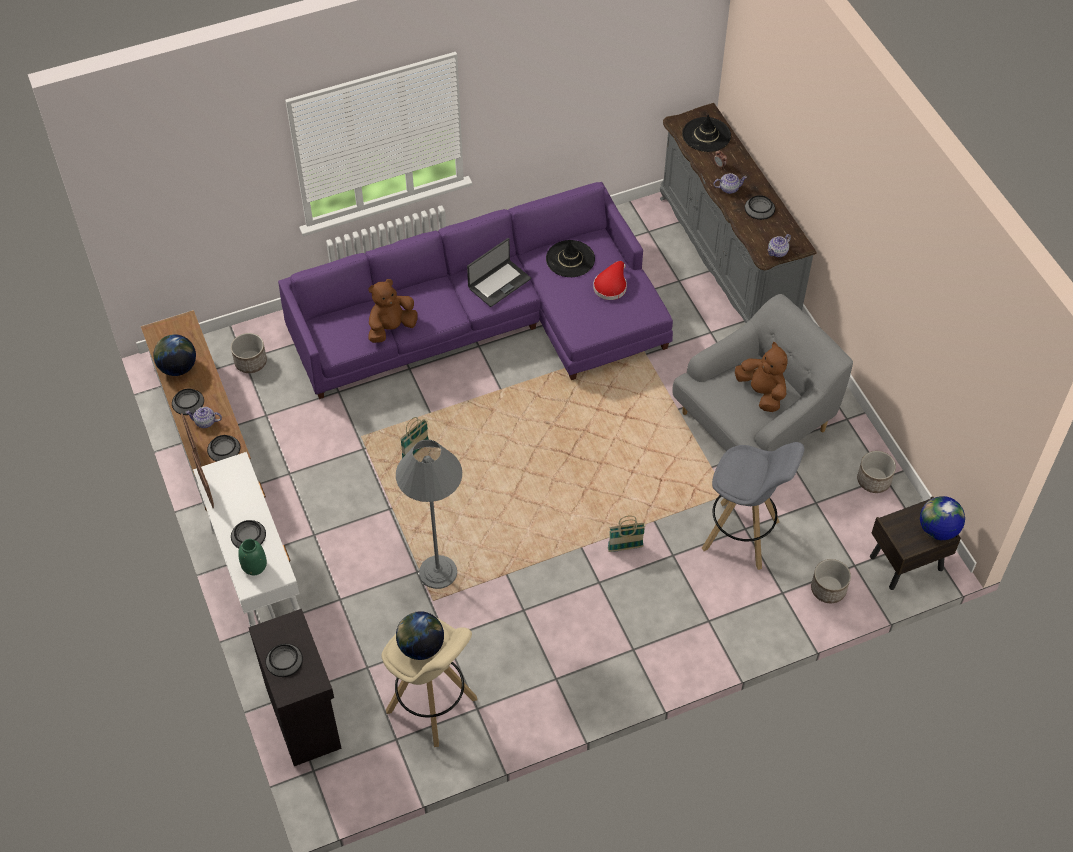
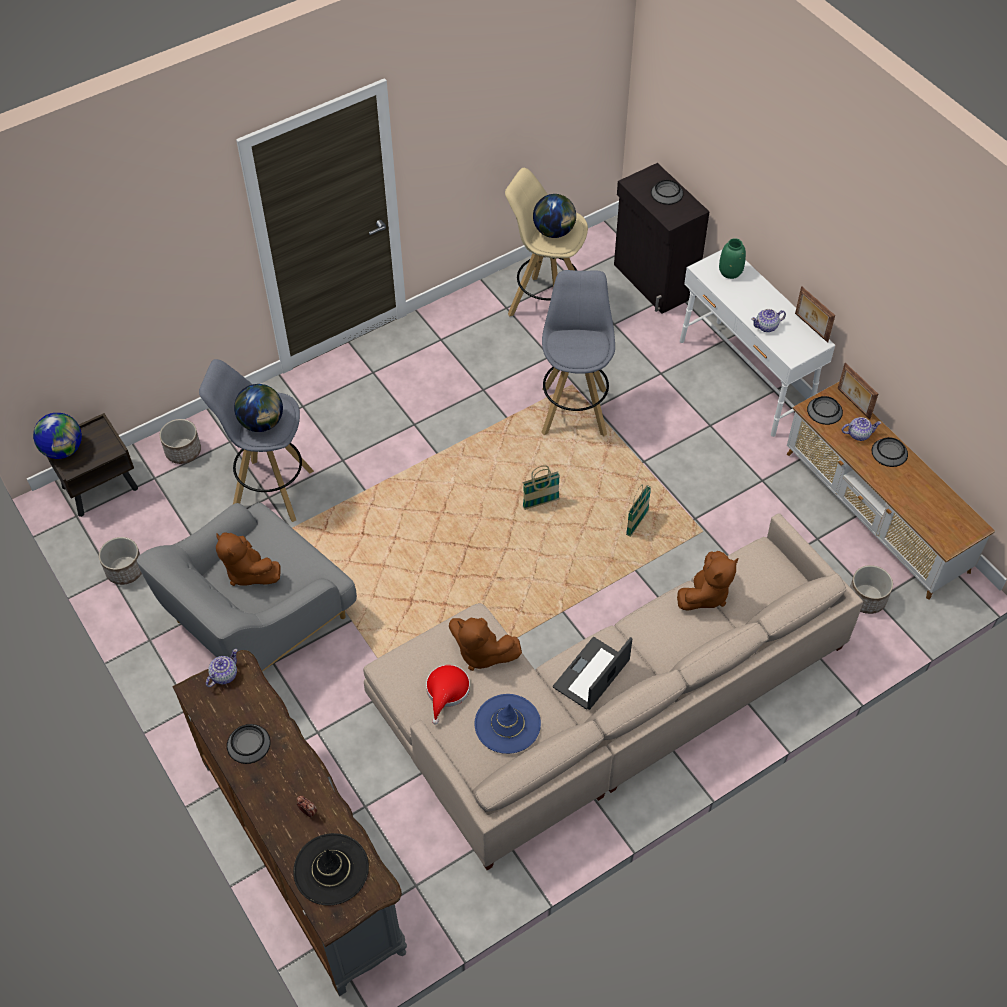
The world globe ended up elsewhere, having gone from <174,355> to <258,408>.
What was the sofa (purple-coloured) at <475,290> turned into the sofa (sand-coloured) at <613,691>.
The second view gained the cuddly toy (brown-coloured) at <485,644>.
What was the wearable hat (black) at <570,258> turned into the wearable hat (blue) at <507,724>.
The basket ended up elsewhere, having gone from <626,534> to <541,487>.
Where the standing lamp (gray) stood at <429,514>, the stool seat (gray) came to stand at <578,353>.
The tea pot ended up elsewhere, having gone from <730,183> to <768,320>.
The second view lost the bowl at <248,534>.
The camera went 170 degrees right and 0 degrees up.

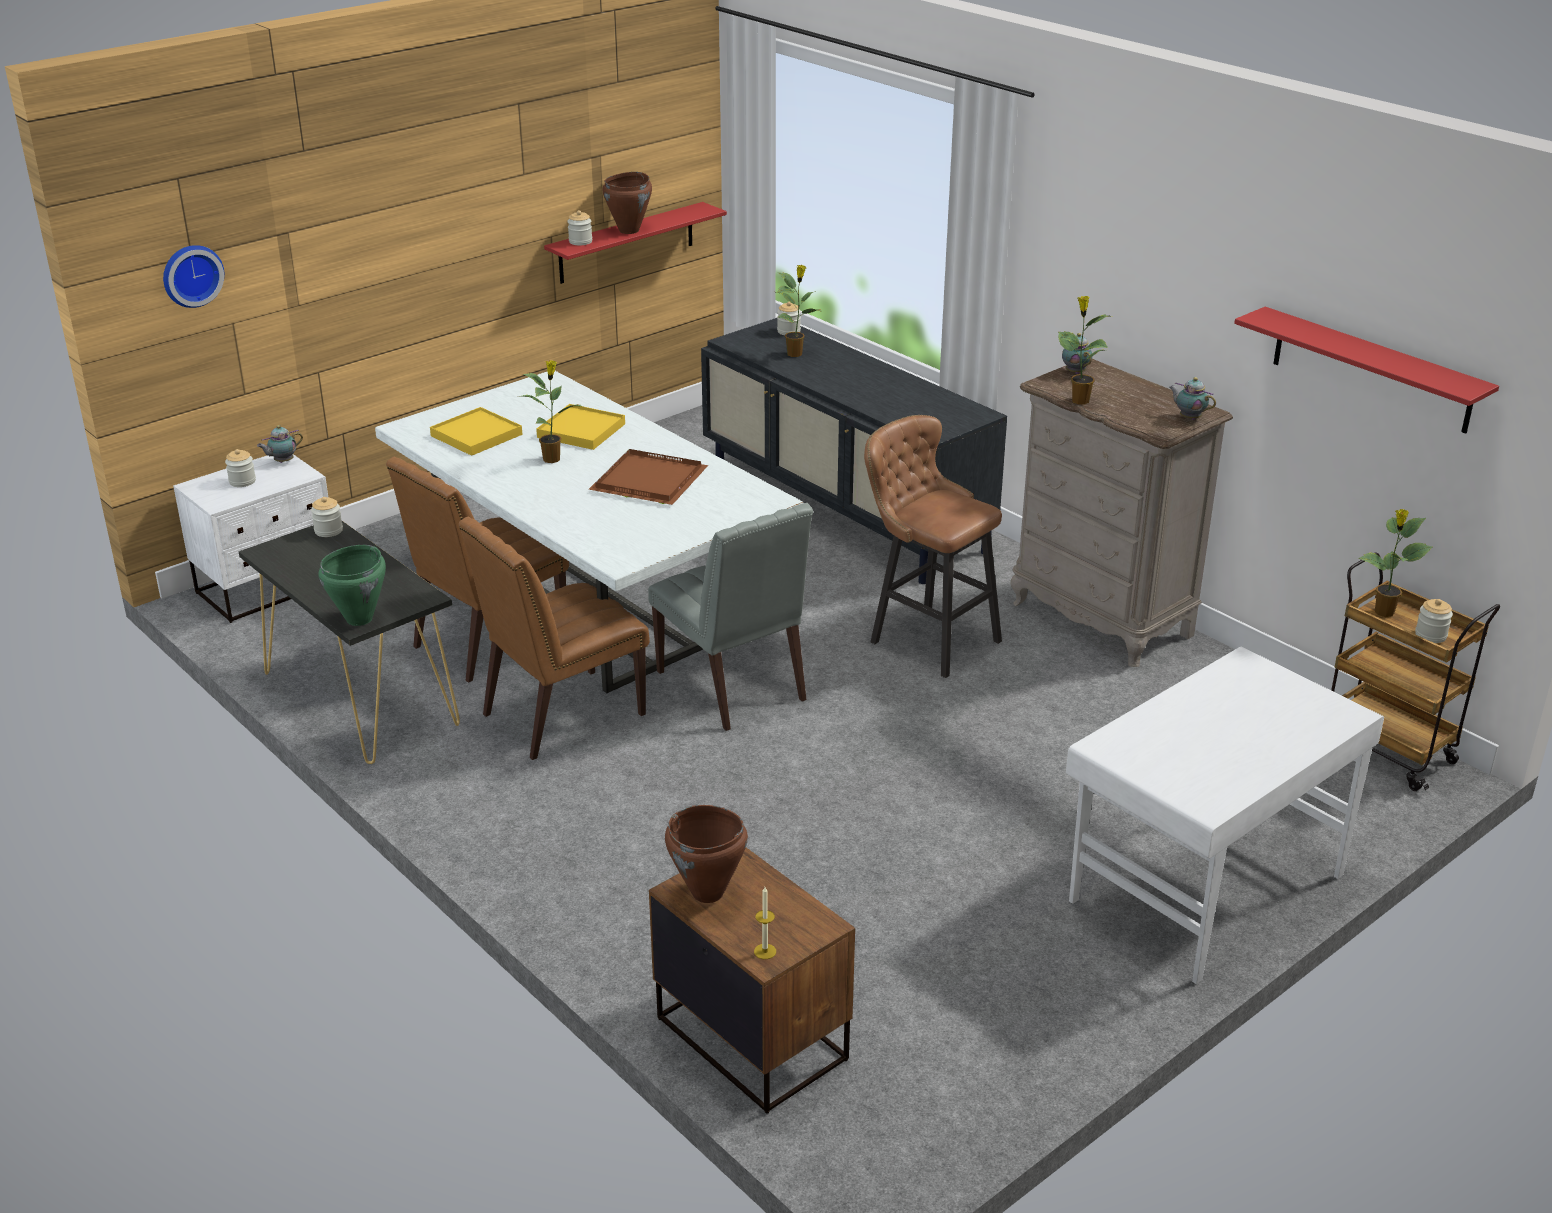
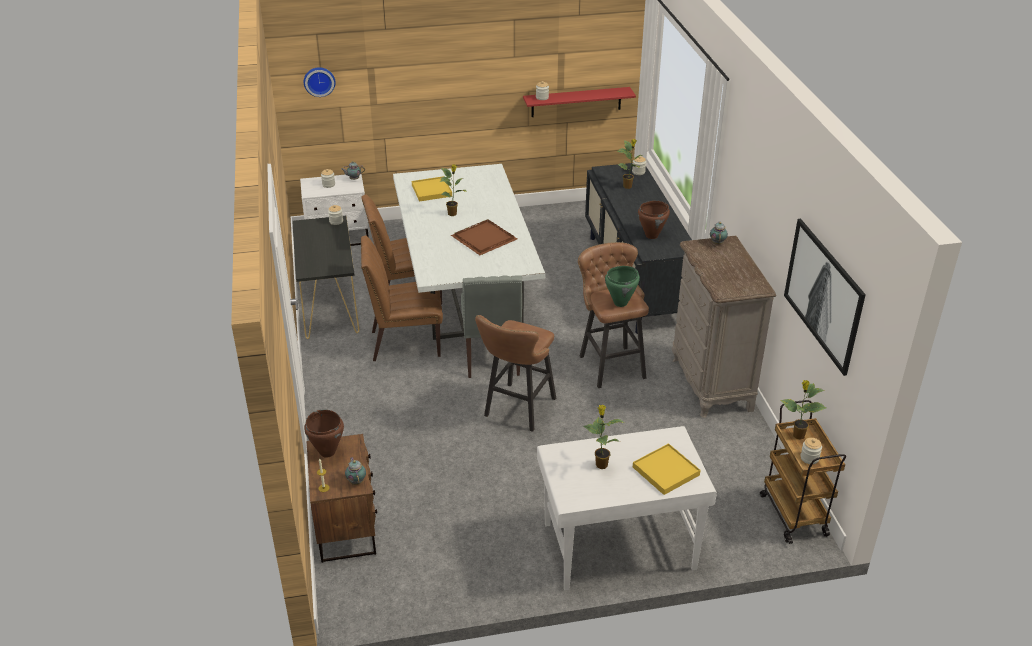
The tea pot ended up elsewhere, having gone from <1192,398> to <355,471>.
The second view gained the stool seat (brown-coloured) at <515,373>.
The plant in a pot ended up elsewhere, having gone from <1085,350> to <604,437>.
The cooking pot (green-coloured) ended up elsewhere, having gone from <352,585> to <622,286>.
The serving tray (yellow) ended up elsewhere, having gone from <580,427> to <667,469>.
The cooking pot (brown-coloured) ended up elsewhere, having gone from <627,203> to <654,220>.
Where the shelf (red) hung at <1366,370>, the wall art came to hang at <825,297>.
The camera went 30 degrees right and 5 degrees up.

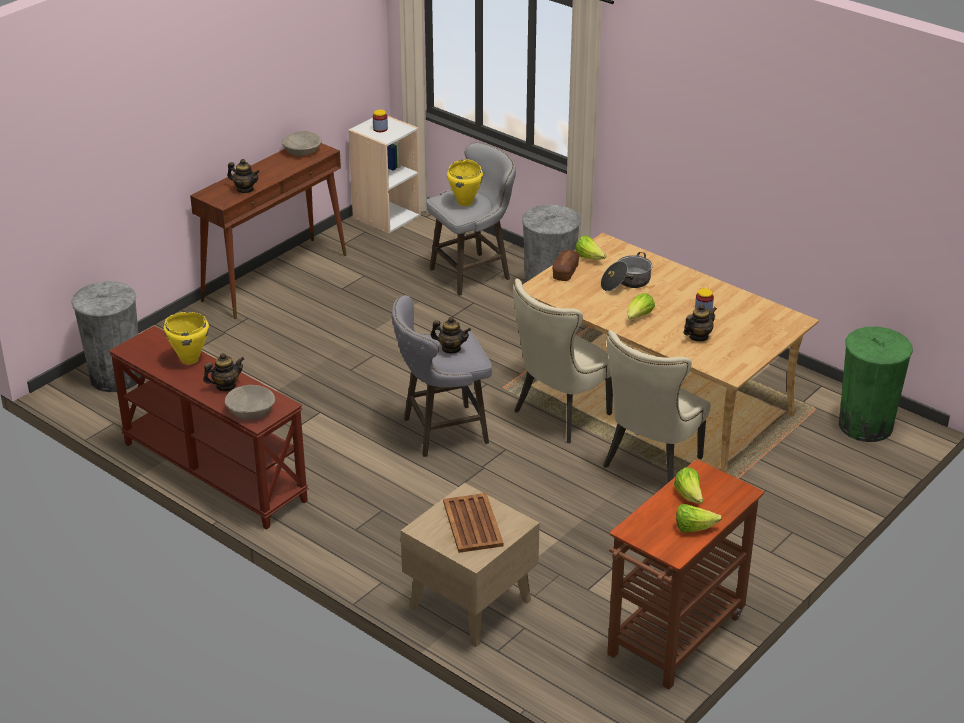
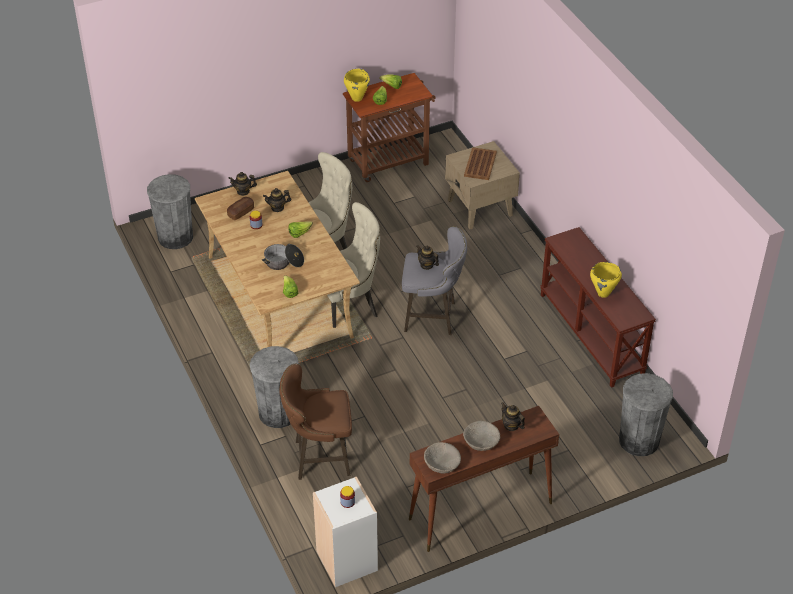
What was the rubbish bin (green-coloured) at <876,384> turned into the rubbish bin (gray) at <170,211>.
The bakery bread ended up elsewhere, having gone from <565,265> to <240,208>.
The tea pot ended up elsewhere, having gone from <223,372> to <242,184>.
What was the stool seat (gray) at <471,219> turned into the stool seat (brown-coloured) at <315,422>.
The cooking pot (yellow) ended up elsewhere, having gone from <465,182> to <357,85>.
The bowl (sand-coloured) ended up elsewhere, having gone from <250,402> to <481,436>.
The camera went 155 degrees left and 10 degrees up.

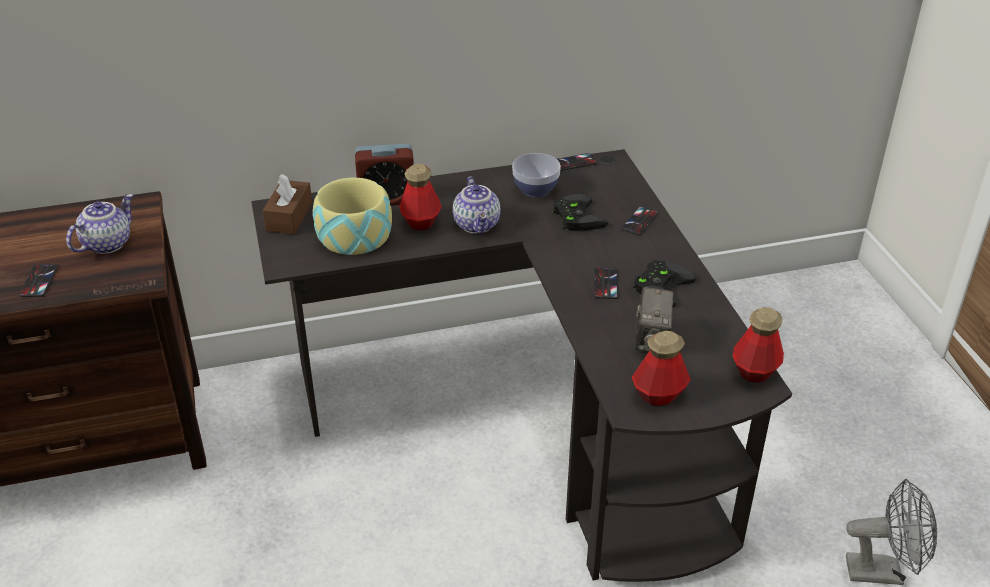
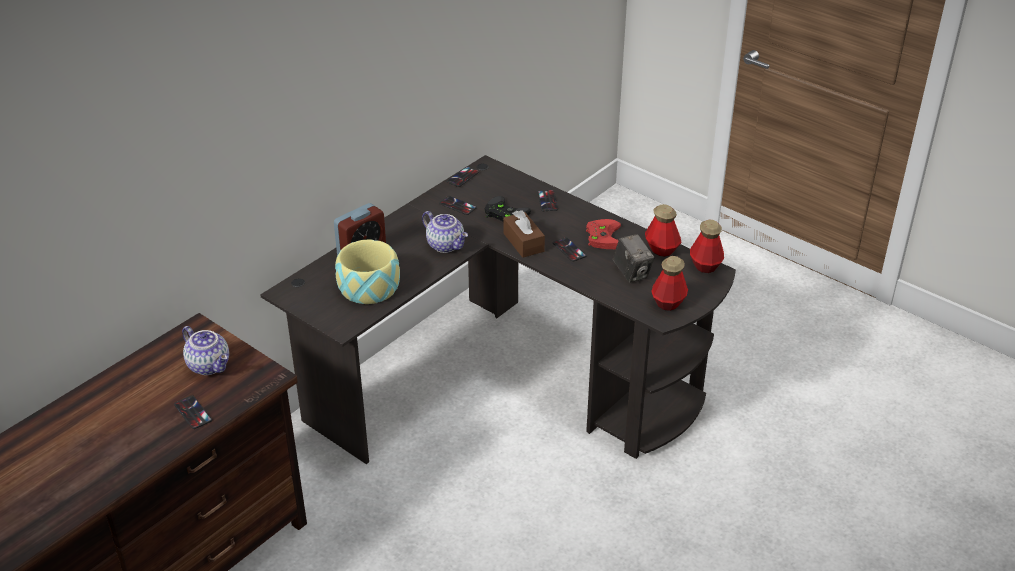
The tea pot at <99,224> ended up facing another way, 135 degrees clockwise from before.
Where the bowl stood at <536,175>, the handset came to stand at <458,205>.
The tissue box (brown-coloured) ended up elsewhere, having gone from <287,204> to <524,234>.
What was the game controller (black) at <664,283> turned into the game controller (red) at <603,234>.
The drink bottle ended up elsewhere, having gone from <420,197> to <663,230>.
The second view lost the cooling fan (gray) at <891,532>.
The camera went 35 degrees left and 0 degrees up.

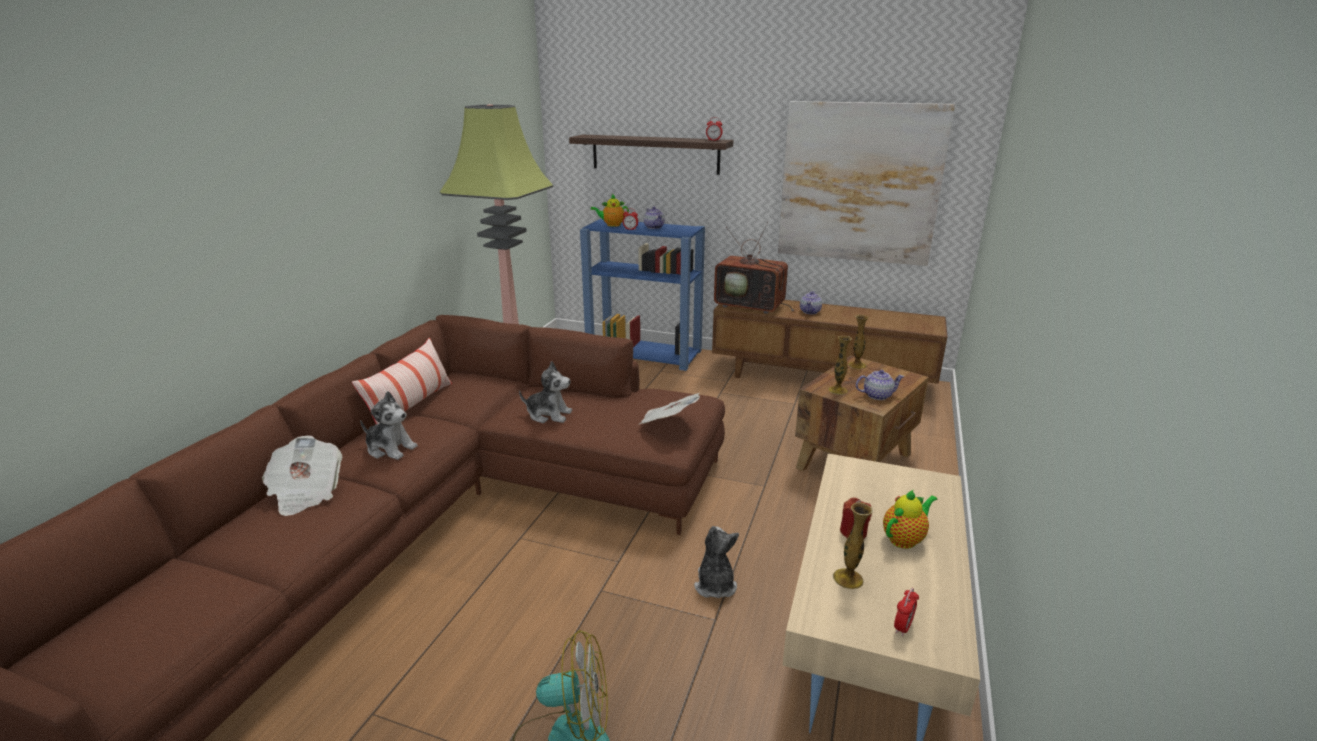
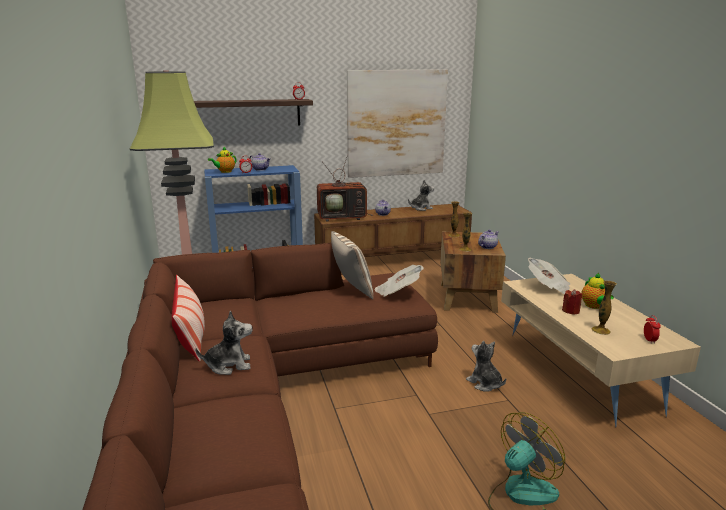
The second view gained the pillow at <352,265>.
The cuddly toy ended up elsewhere, having gone from <545,392> to <421,195>.
The newspaper ended up elsewhere, having gone from <302,476> to <549,276>.
The tea pot at <910,519> ended up facing another way, 150 degrees clockwise from before.
The camera went 35 degrees left and 5 degrees down.

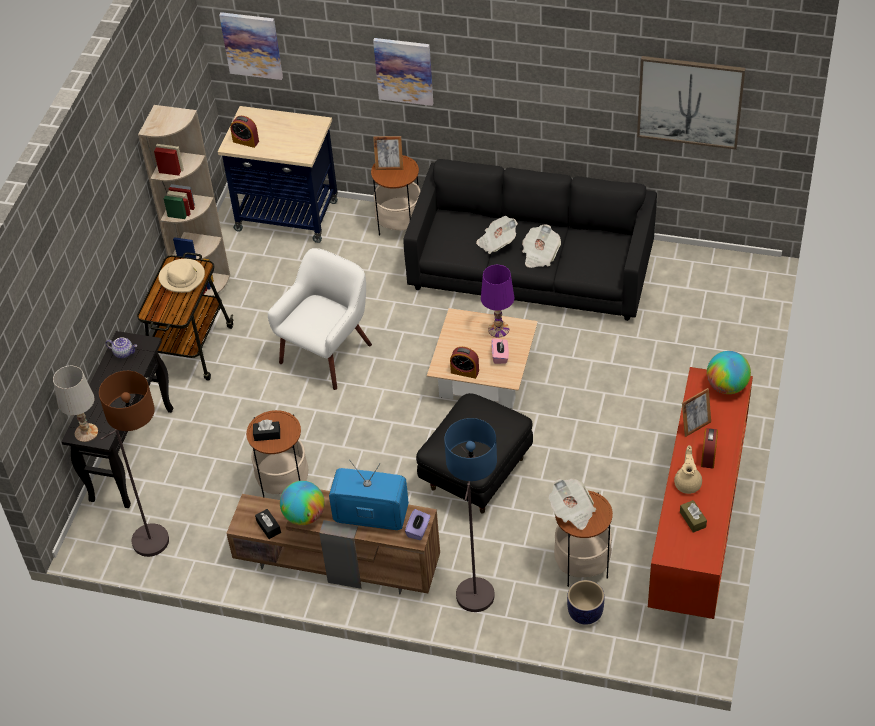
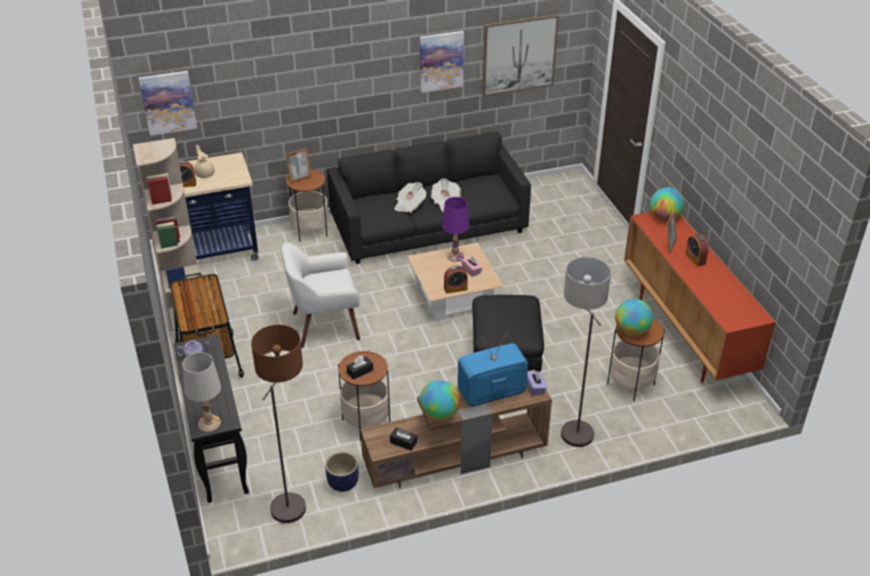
The tea pot (sand-coloured) ended up elsewhere, having gone from <688,469> to <205,161>.
The easy chair (whitish) at <320,319> ended up facing another way, 105 degrees counterclockwise from before.
The plant pot ended up elsewhere, having gone from <585,602> to <342,472>.
The wall art ended up elsewhere, having gone from <403,72> to <442,62>.
What was the standing lamp (blue) at <470,515> turned into the standing lamp (gray) at <586,352>.
Where the newspaper stood at <572,504>, the world globe came to stand at <634,317>.
The second view lost the wearable hat (sand-coloured) at <182,276>.
The second view lost the tissue box (brown-coloured) at <693,516>.
The camera went 35 degrees left and 10 degrees down.

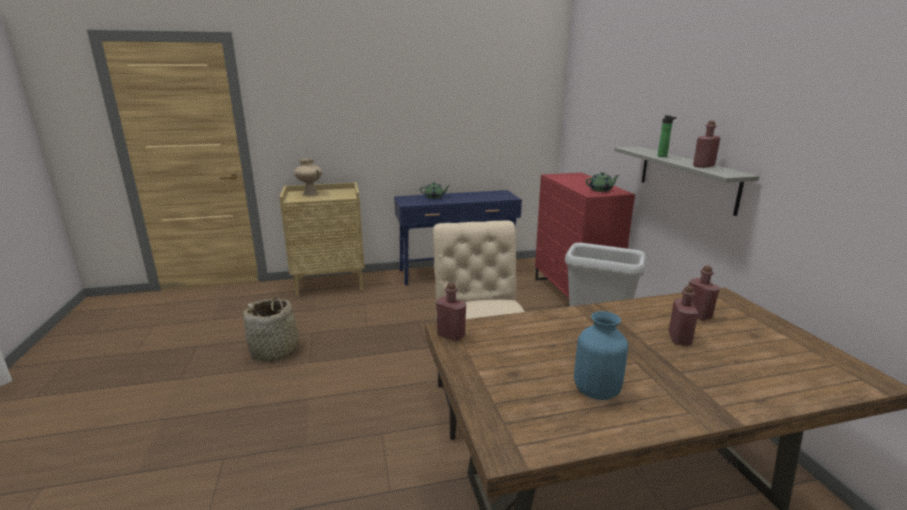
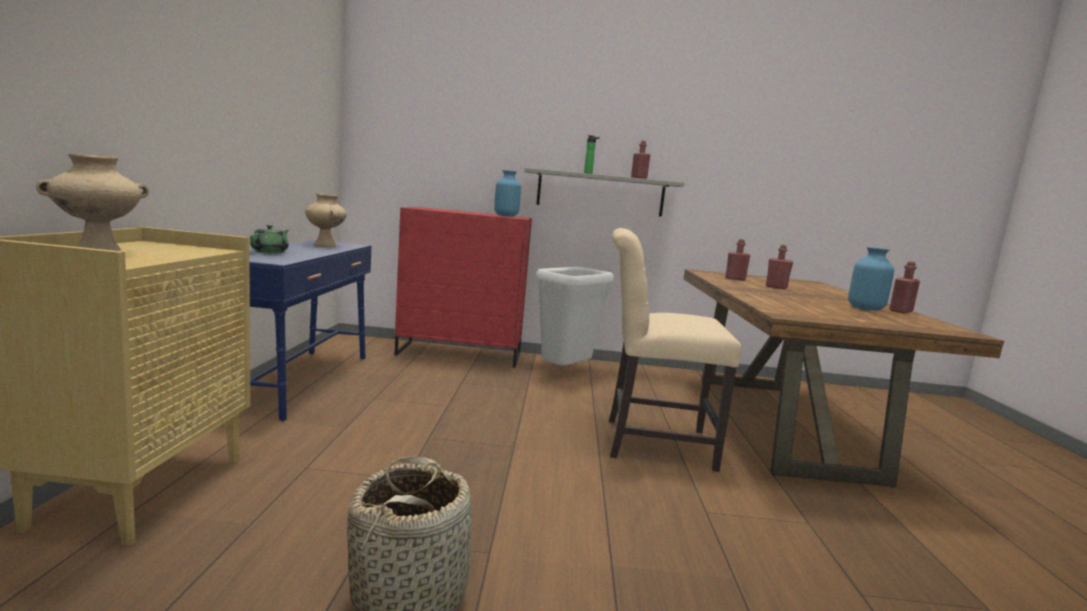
The second view gained the decorative vase (sand-coloured) at <326,220>.
Where the tea pot (green-coloured) stood at <602,182>, the decorative vase (blue) came to stand at <507,193>.
The drink bottle (red) ended up elsewhere, having gone from <451,311> to <904,287>.
The camera went 75 degrees left and 10 degrees down.

